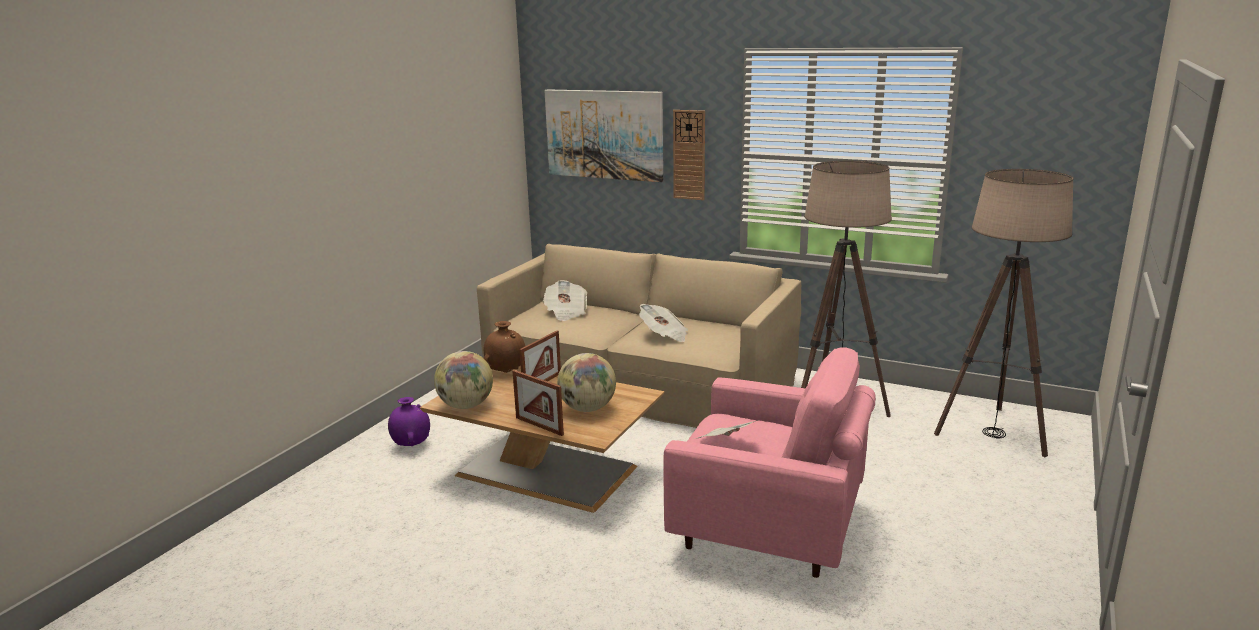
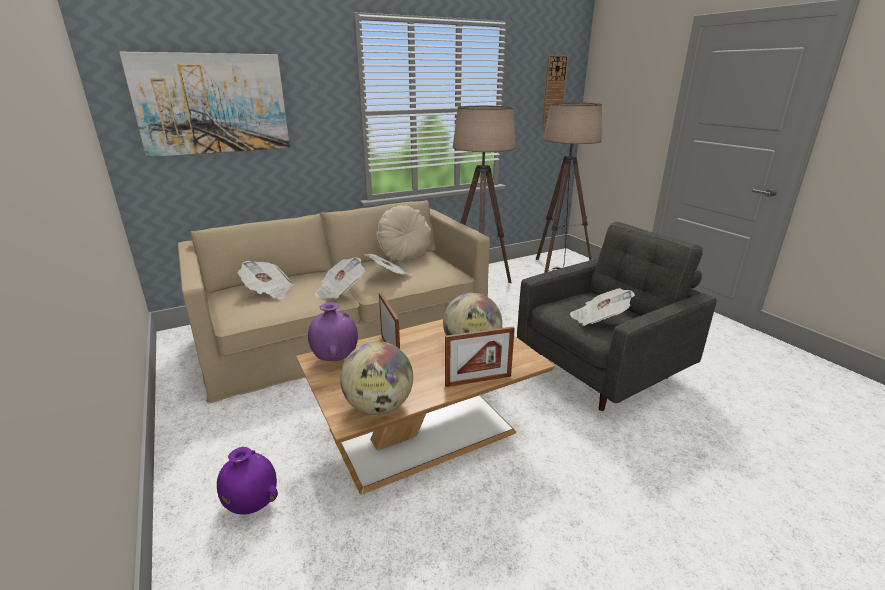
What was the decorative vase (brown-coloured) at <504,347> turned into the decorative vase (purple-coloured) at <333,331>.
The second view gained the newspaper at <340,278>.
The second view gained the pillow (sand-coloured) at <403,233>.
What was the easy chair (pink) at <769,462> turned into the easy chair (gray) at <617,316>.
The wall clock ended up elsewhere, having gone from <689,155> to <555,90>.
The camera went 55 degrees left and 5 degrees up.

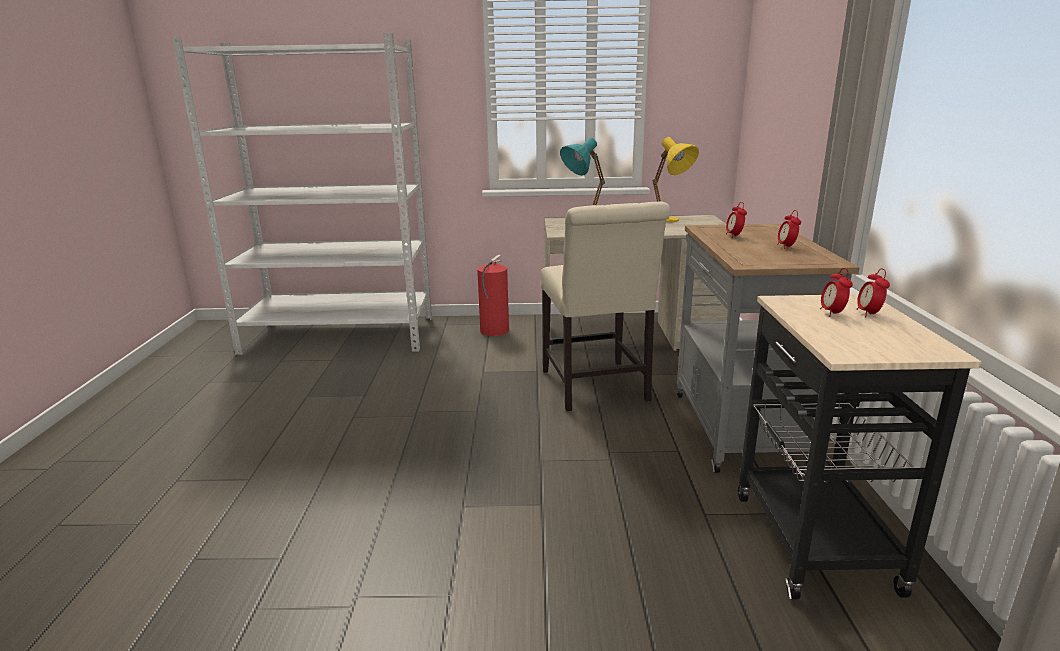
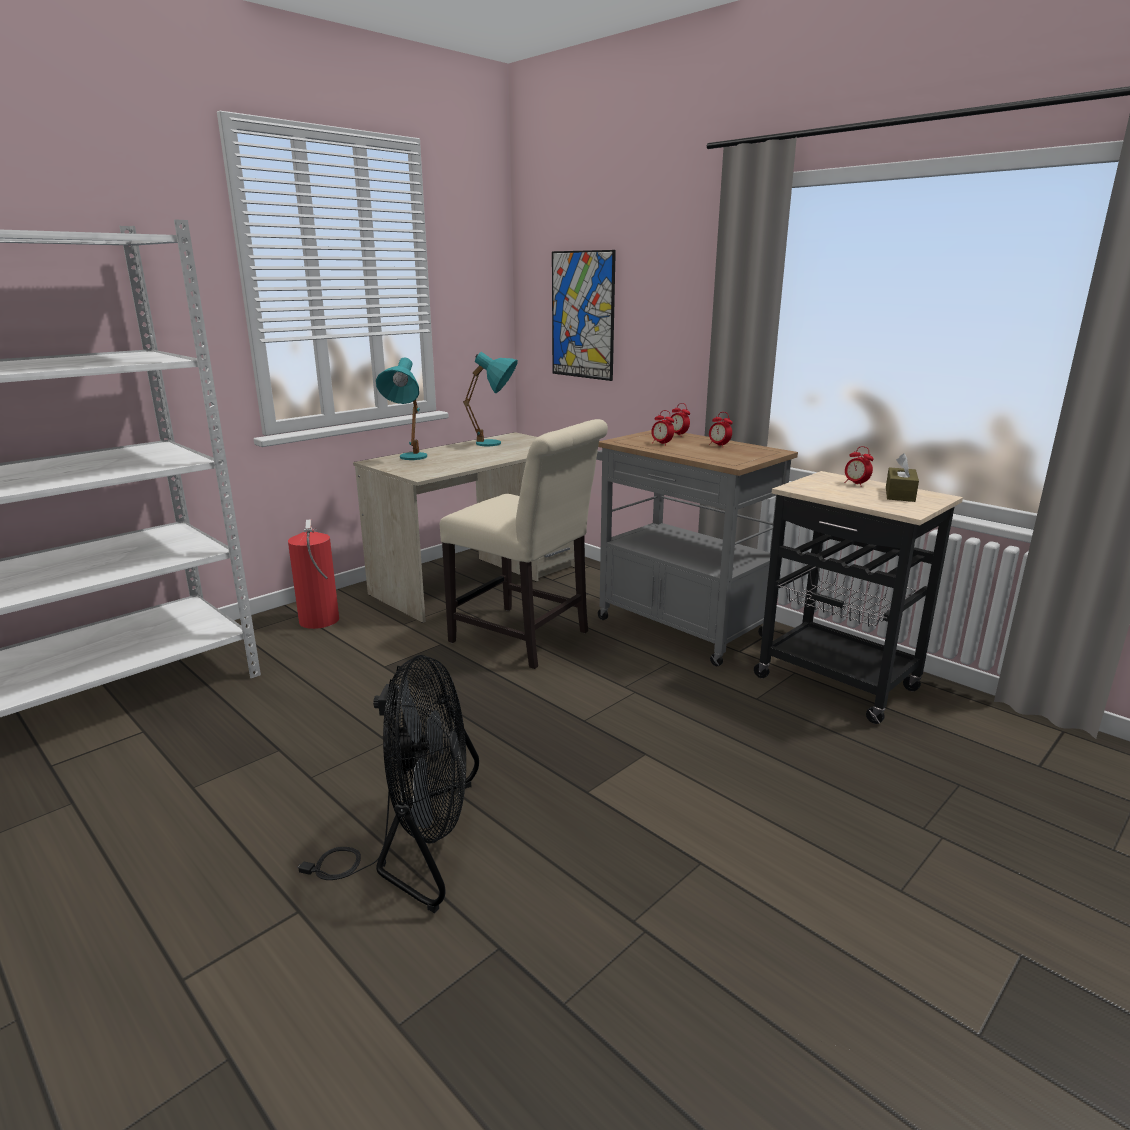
The second view gained the cooling fan (black) at <388,784>.
What was the tabletop lamp (yellow) at <675,179> turned into the tabletop lamp (blue-green) at <490,399>.
The second view gained the wall art at <584,315>.
The table clock ended up elsewhere, having gone from <836,292> to <680,420>.
The second view gained the tissue box (brown-coloured) at <902,477>.
The camera went 45 degrees left and 0 degrees up.

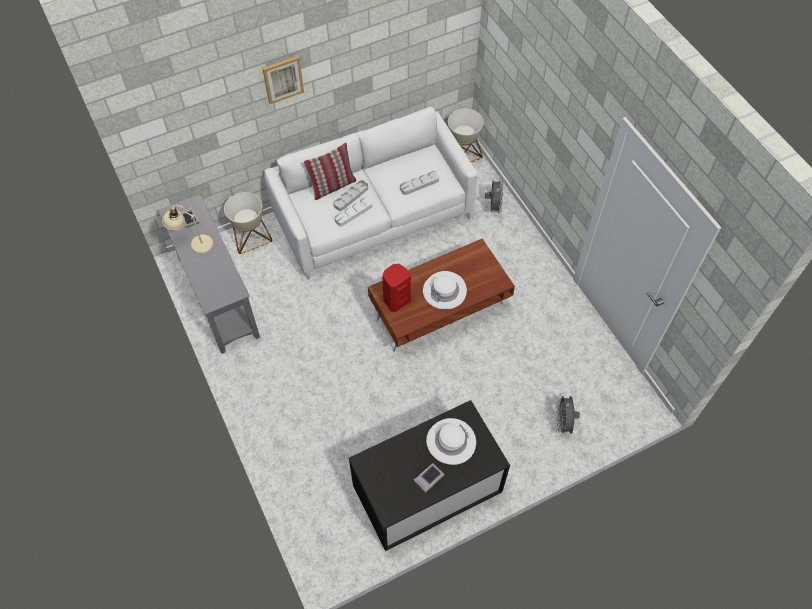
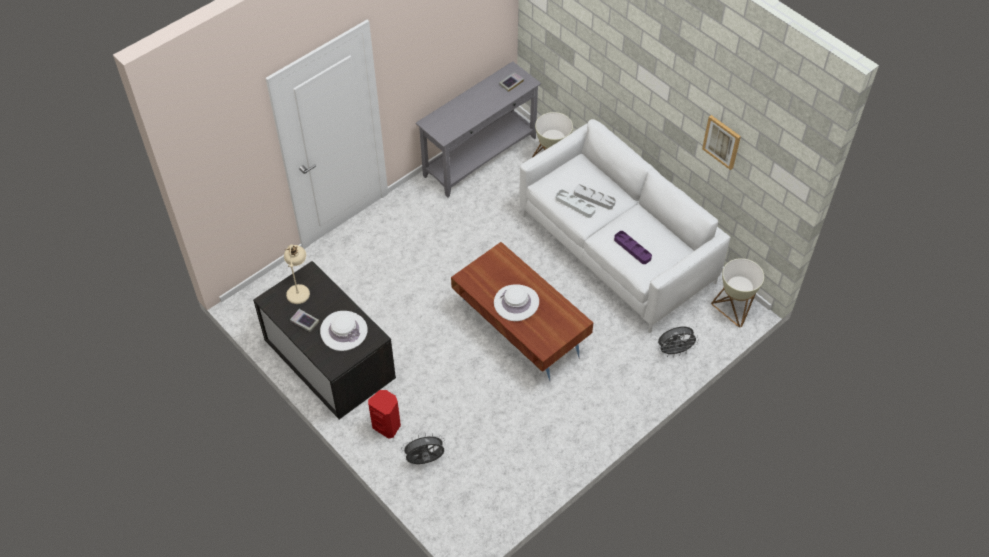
The tabletop lamp (sand-coloured) ended up elsewhere, having gone from <188,229> to <297,274>.
The speaker (red) ended up elsewhere, having gone from <396,288> to <384,414>.
What was the serving tray (gray) at <419,183> turned into the serving tray (purple-coloured) at <633,247>.
The wall art ended up elsewhere, having gone from <283,80> to <721,142>.
The second view lost the pillow at <330,171>.
The camera went 75 degrees right and 5 degrees down.

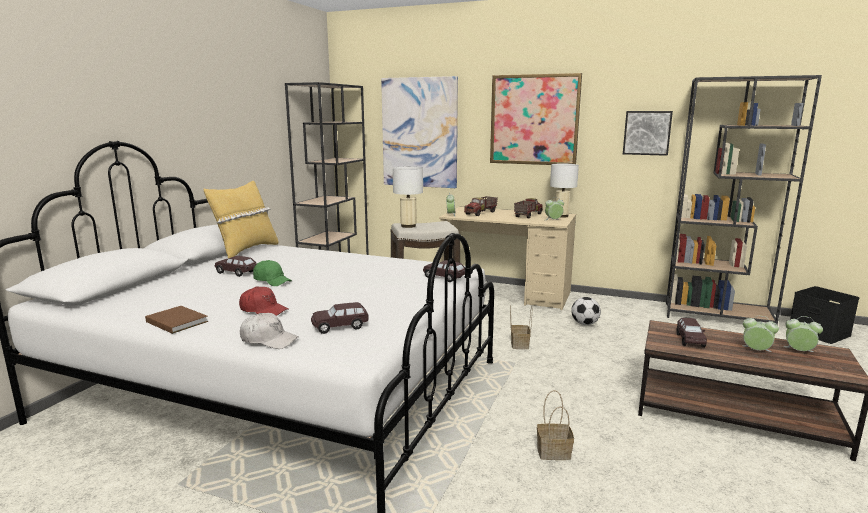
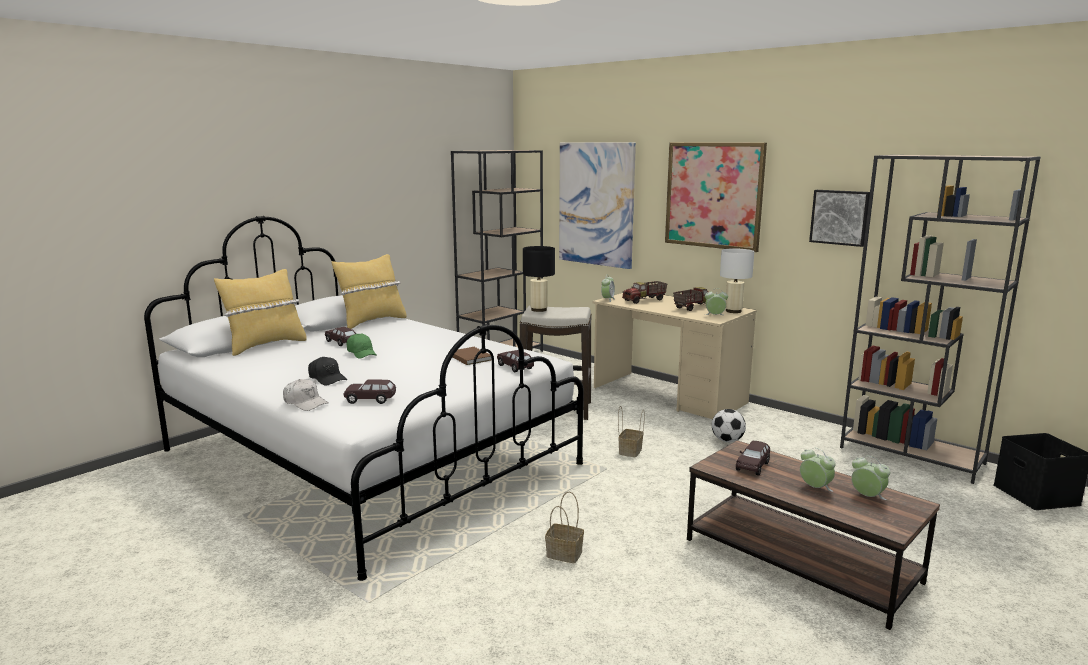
The second view gained the pillow (yellow) at <260,312>.
What was the peaked cap (red) at <264,301> turned into the peaked cap (black) at <327,371>.
The volume (brown-coloured) ended up elsewhere, having gone from <176,320> to <472,356>.
What was the tabletop lamp (whitish) at <408,197> turned into the tabletop lamp (black) at <539,279>.
The camera went 20 degrees right and 0 degrees up.

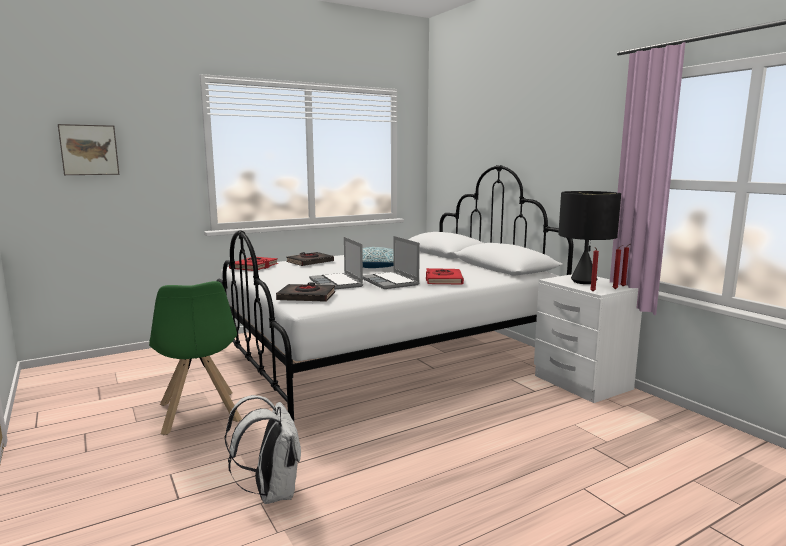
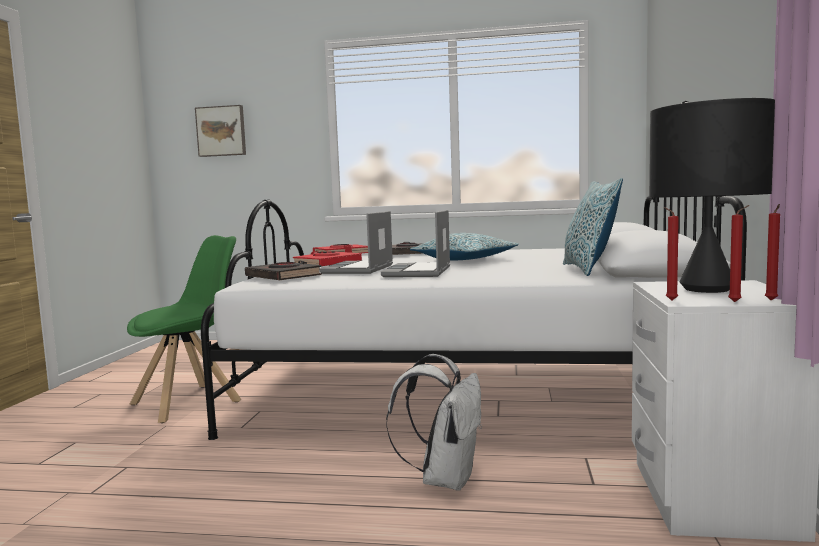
The chair (green-coloured) at <195,358> ended up facing another way, 150 degrees counterclockwise from before.
The volume (red) ended up elsewhere, having gone from <445,276> to <327,258>.
The backpack (whitish) ended up elsewhere, having gone from <263,449> to <434,422>.
The second view gained the pillow at <593,227>.
The camera went 40 degrees right and 5 degrees down.

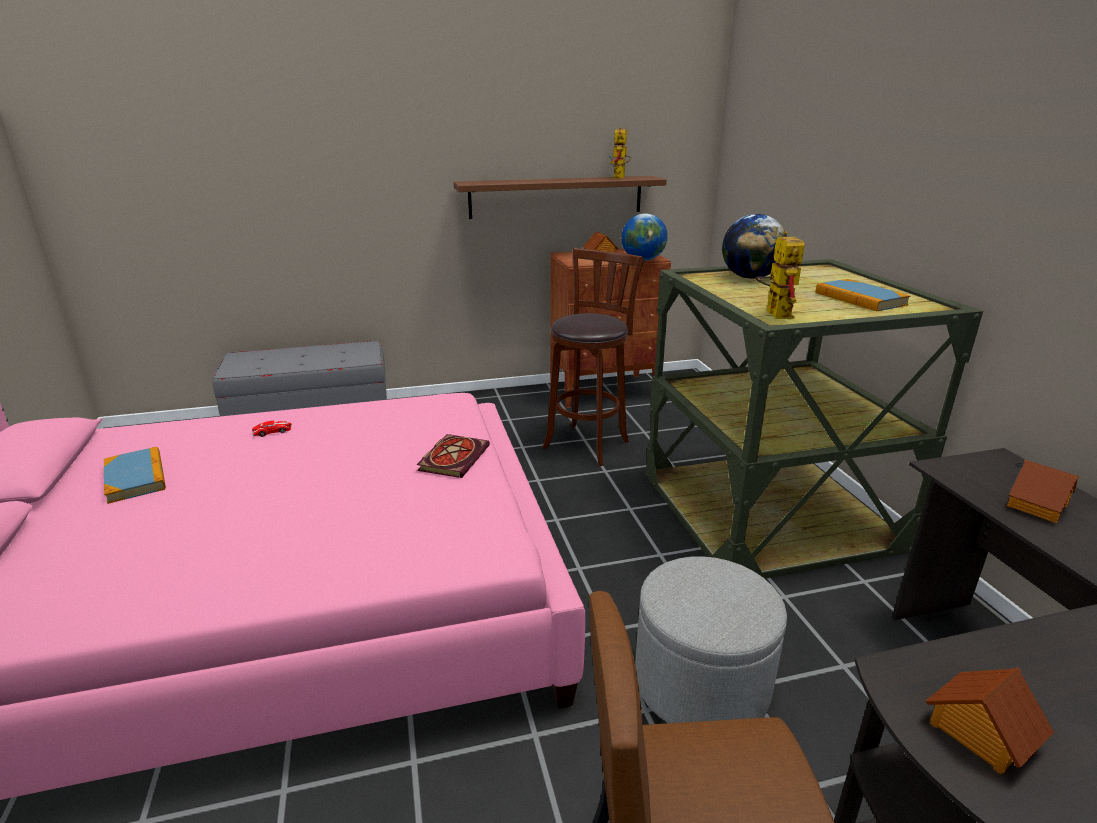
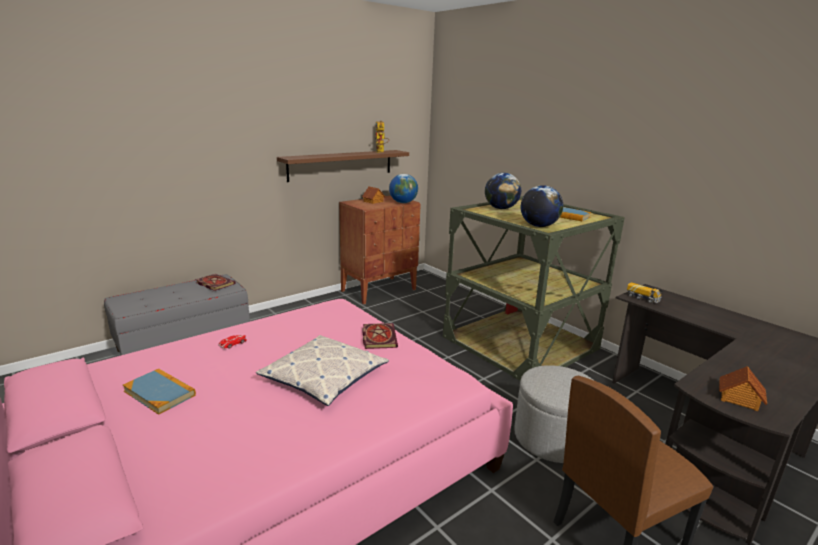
The second view gained the volume at <215,282>.
The second view gained the pillow at <322,370>.
Where the robot figure stood at <780,275>, the world globe came to stand at <542,206>.
The second view gained the toy truck at <644,292>.
The second view lost the stool seat (brown-coloured) at <593,357>.
The second view lost the toy house at <1043,491>.
The camera went 25 degrees left and 5 degrees down.

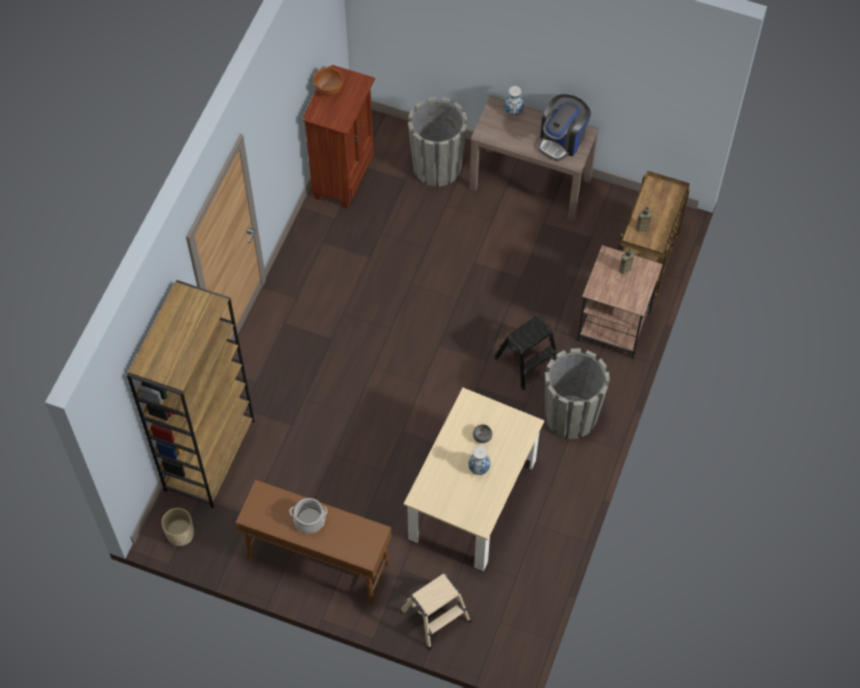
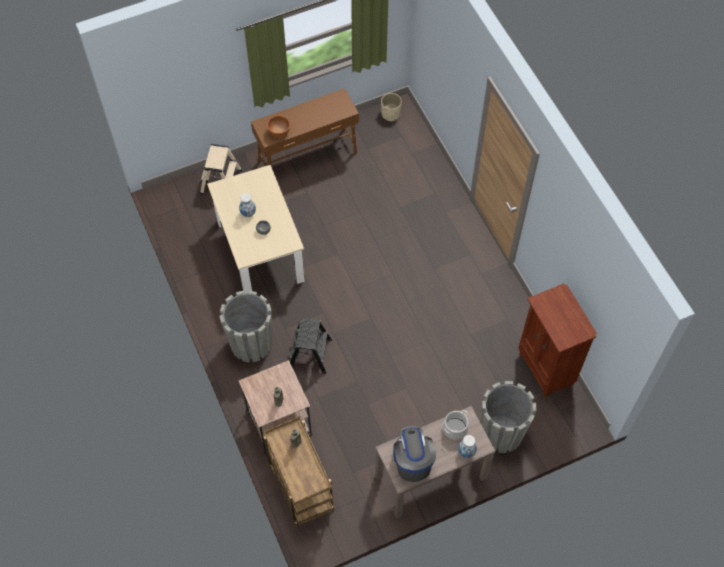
The bowl (brown-coloured) ended up elsewhere, having gone from <328,81> to <278,126>.
The cooking pot ended up elsewhere, having gone from <308,515> to <456,424>.
The second view lost the bookcase (brown-coloured) at <191,394>.
The camera went 135 degrees right and 0 degrees up.

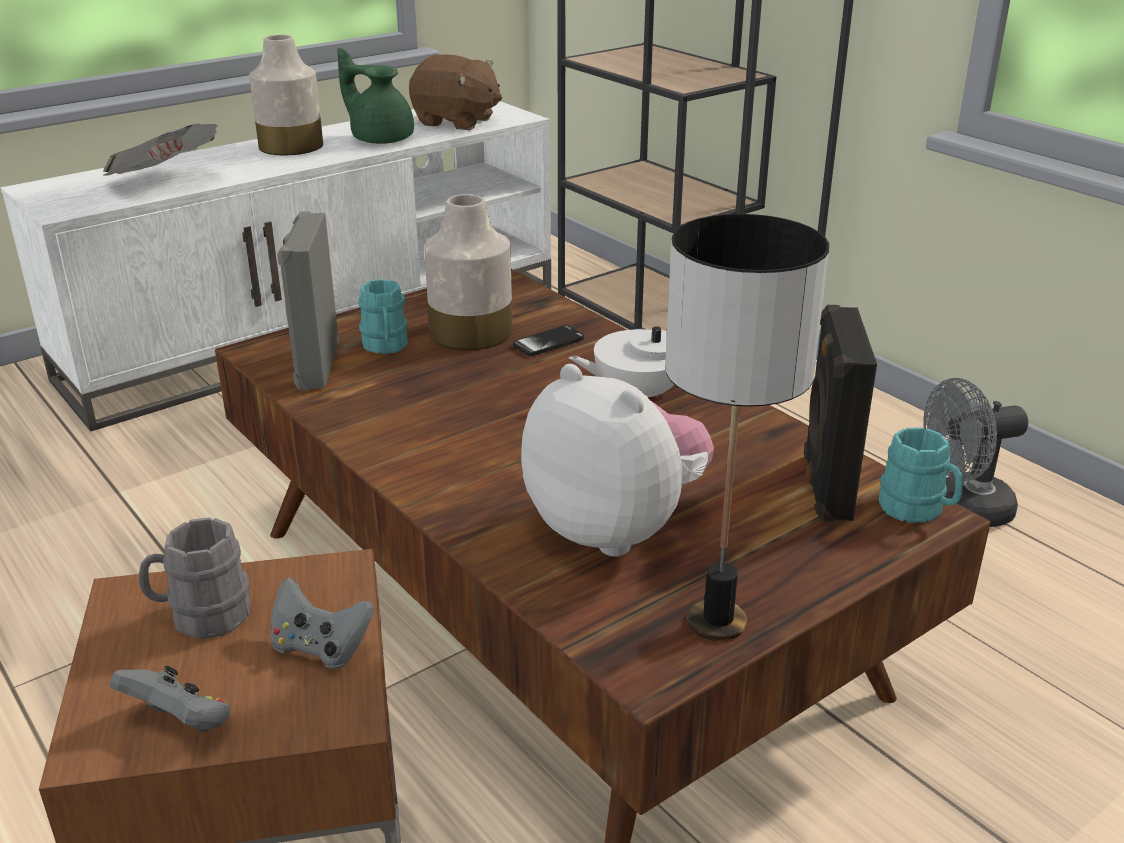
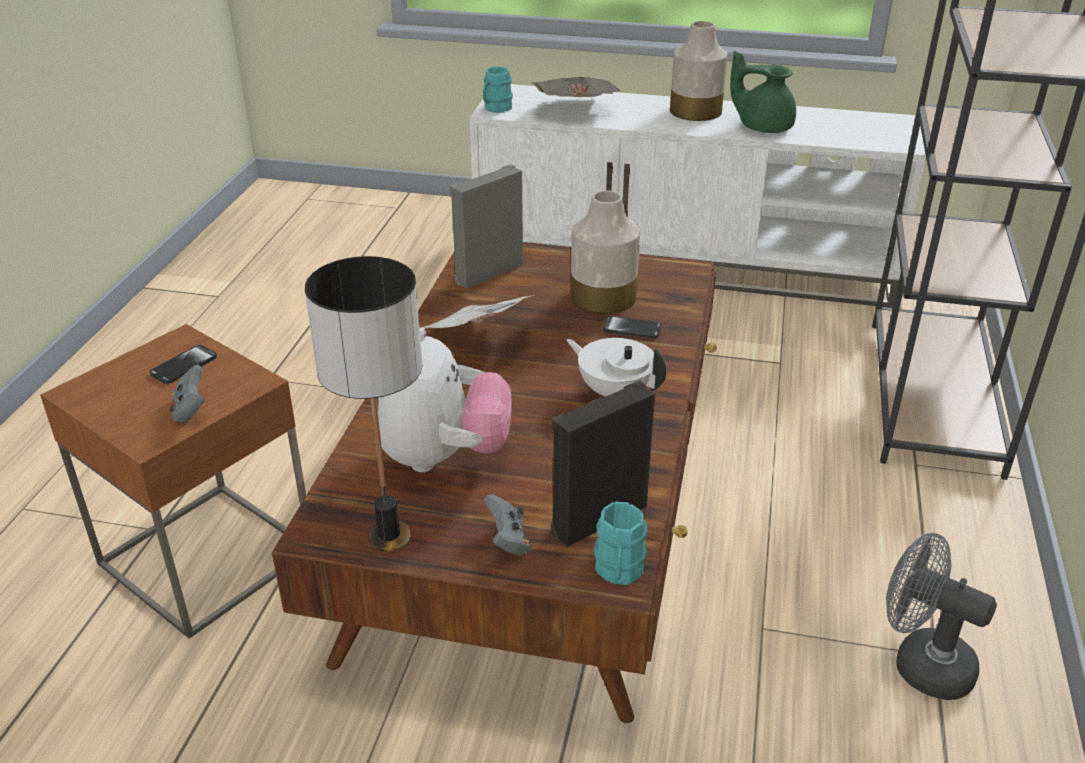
Where the coffee mug (gray) stood at <194,578>, the handset came to stand at <183,364>.
The second view gained the newspaper at <479,311>.
The coffee mug (blue-green) ended up elsewhere, having gone from <383,316> to <498,89>.
The game controller (gray) ended up elsewhere, having gone from <170,699> to <507,524>.
The tea pot (green-coloured) at <375,96> ended up facing another way, 60 degrees counterclockwise from before.
The second view lost the cuddly toy (brown-coloured) at <455,92>.
The camera went 50 degrees right and 5 degrees up.

